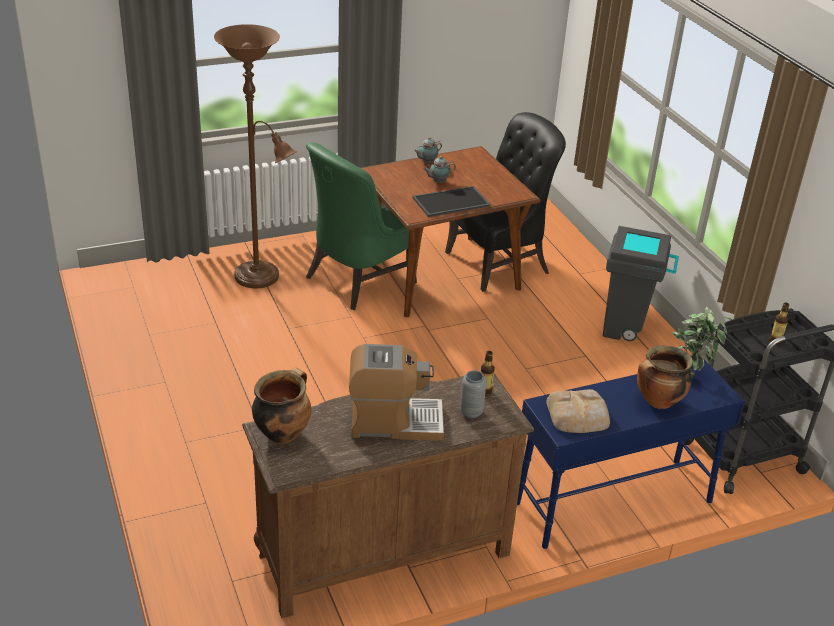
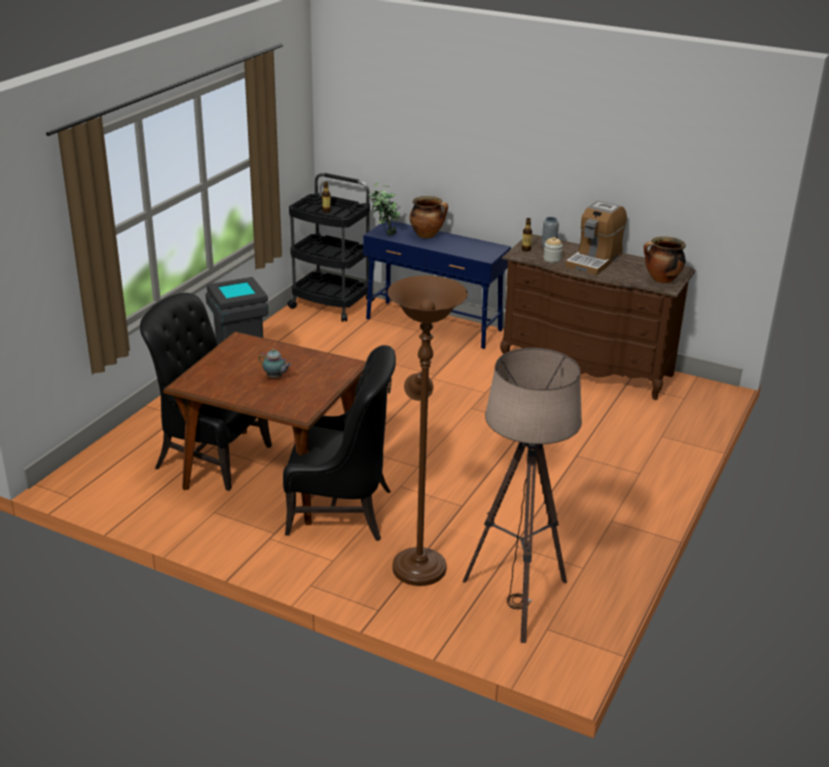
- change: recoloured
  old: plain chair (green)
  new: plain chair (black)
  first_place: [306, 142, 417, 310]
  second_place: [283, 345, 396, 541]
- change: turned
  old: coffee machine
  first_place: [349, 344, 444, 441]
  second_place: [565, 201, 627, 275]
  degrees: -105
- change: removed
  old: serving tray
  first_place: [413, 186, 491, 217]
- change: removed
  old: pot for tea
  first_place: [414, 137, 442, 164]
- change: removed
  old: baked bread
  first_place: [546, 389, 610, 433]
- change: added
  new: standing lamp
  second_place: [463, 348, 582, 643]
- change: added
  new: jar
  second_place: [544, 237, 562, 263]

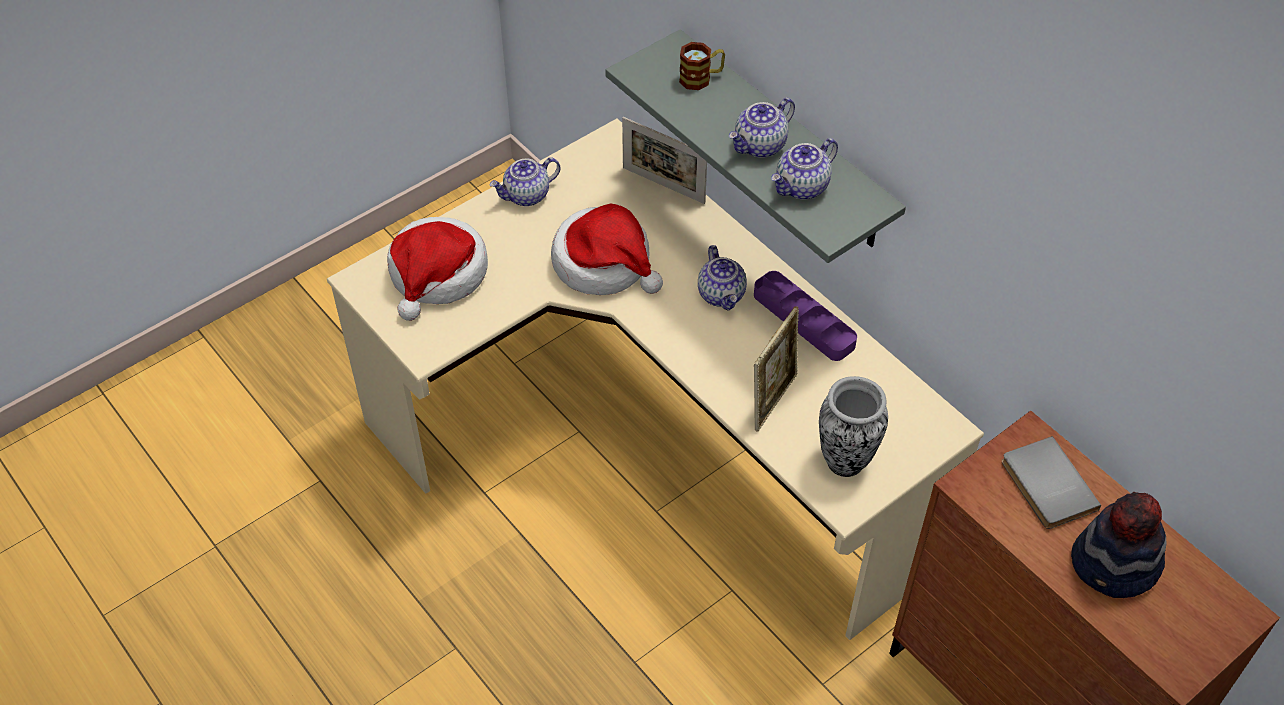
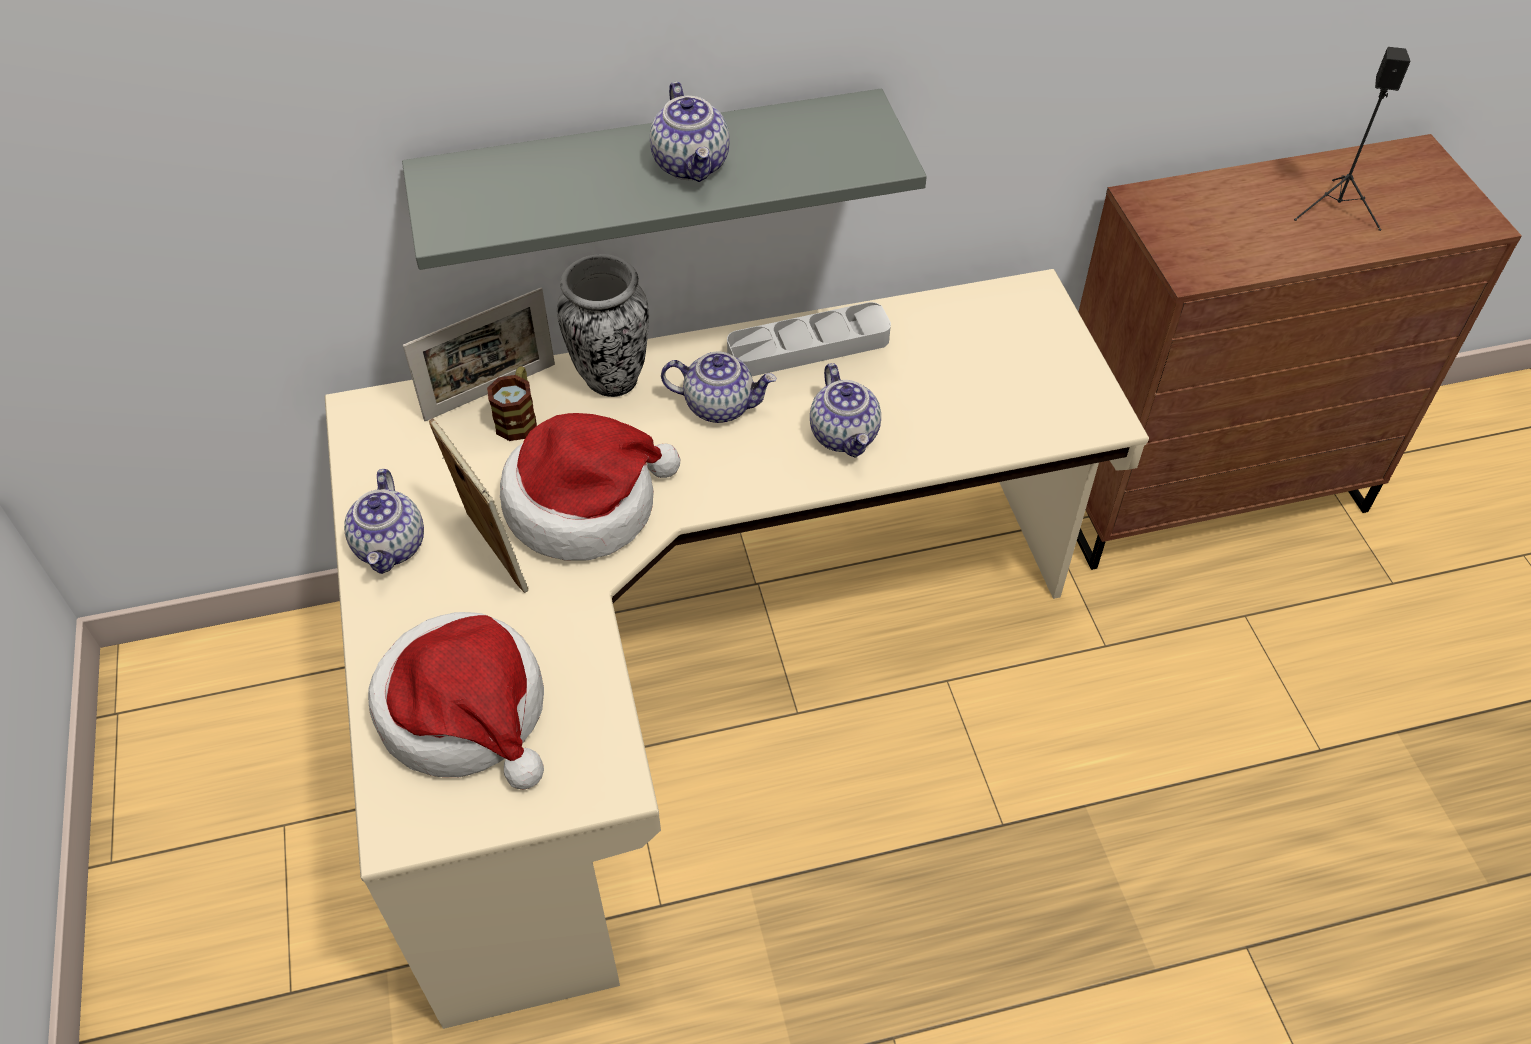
- change: moved
  old: mug
  first_place: [679, 42, 725, 90]
  second_place: [487, 366, 537, 441]
- change: recoloured
  old: serving tray (purple-coloured)
  new: serving tray (grey)
  first_place: [754, 271, 857, 361]
  second_place: [727, 302, 891, 376]
- change: moved
  old: standing frame
  first_place: [754, 306, 799, 432]
  second_place: [429, 418, 529, 593]
- change: moved
  old: pot for tea
  first_place: [771, 138, 838, 199]
  second_place: [810, 363, 881, 458]
- change: moved
  old: decorative vase
  first_place: [819, 376, 888, 477]
  second_place: [557, 254, 649, 397]
- change: removed
  old: volume (grey)
  first_place: [1002, 436, 1101, 529]
- change: replaced
  old: wearable hat
  new: speaker (black)
  first_place: [1071, 492, 1167, 598]
  second_place: [1294, 47, 1411, 231]

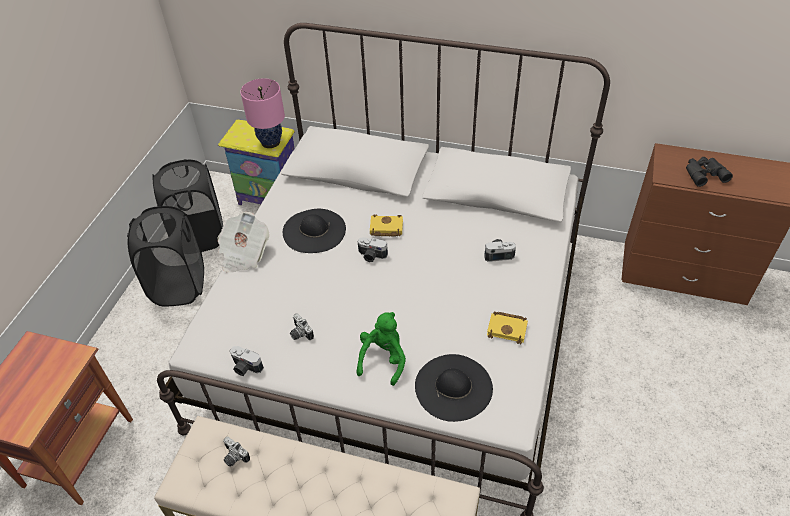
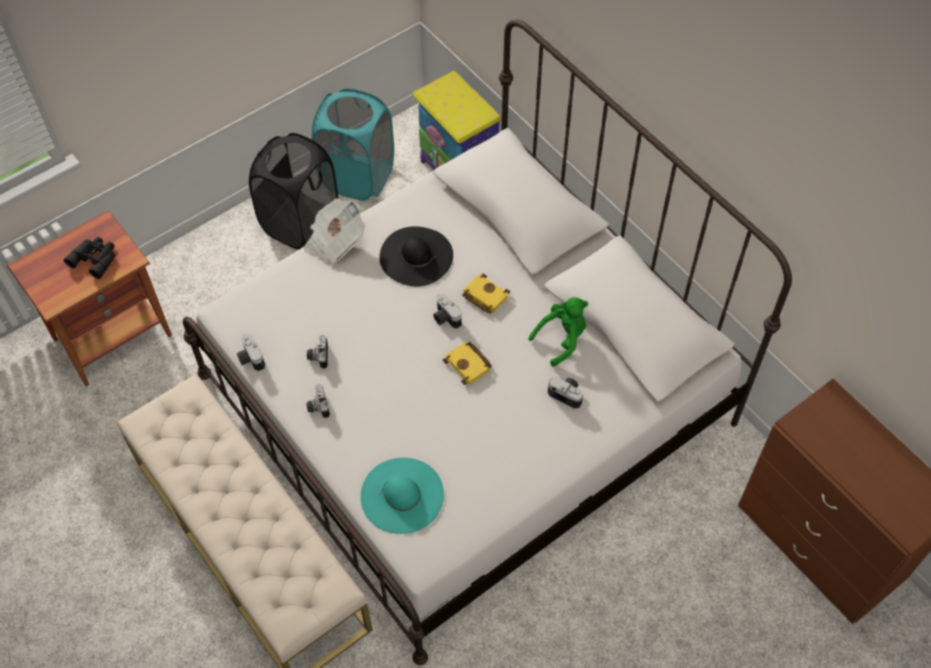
- change: recoloured
  old: laundry basket (black)
  new: laundry basket (blue-green)
  first_place: [152, 159, 223, 252]
  second_place: [312, 88, 394, 201]
- change: moved
  old: still camera
  first_place: [223, 437, 250, 467]
  second_place: [306, 384, 330, 418]
- change: removed
  old: lamp for a table (pinkish)
  first_place: [240, 78, 285, 148]
- change: moved
  old: plush toy (green)
  first_place: [357, 312, 406, 386]
  second_place: [529, 297, 588, 367]
- change: recoloured
  old: wearable hat (black)
  new: wearable hat (blue-green)
  first_place: [415, 354, 493, 422]
  second_place: [361, 458, 444, 534]
- change: moved
  old: volume (yellow)
  first_place: [487, 311, 528, 344]
  second_place: [442, 342, 492, 385]
- change: moved
  old: pair of binoculars (black)
  first_place: [686, 157, 733, 187]
  second_place: [64, 237, 115, 279]

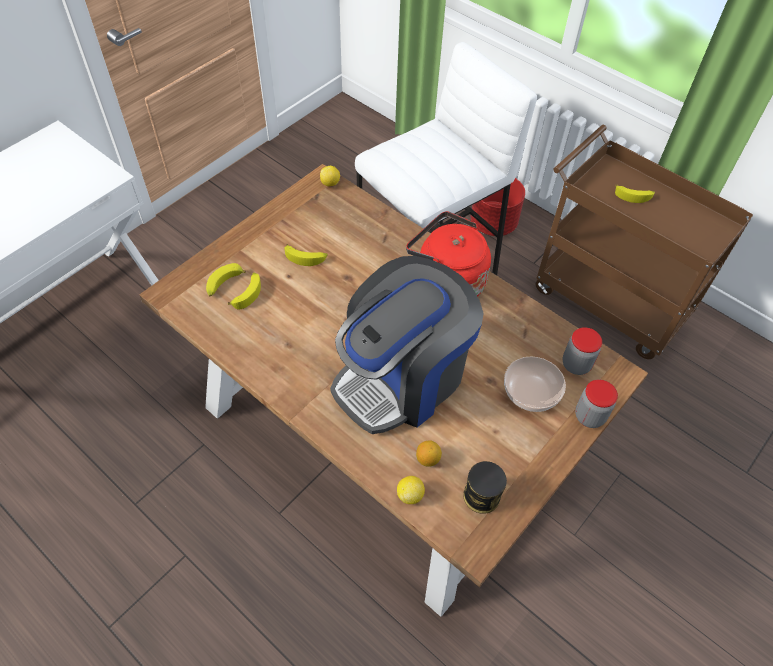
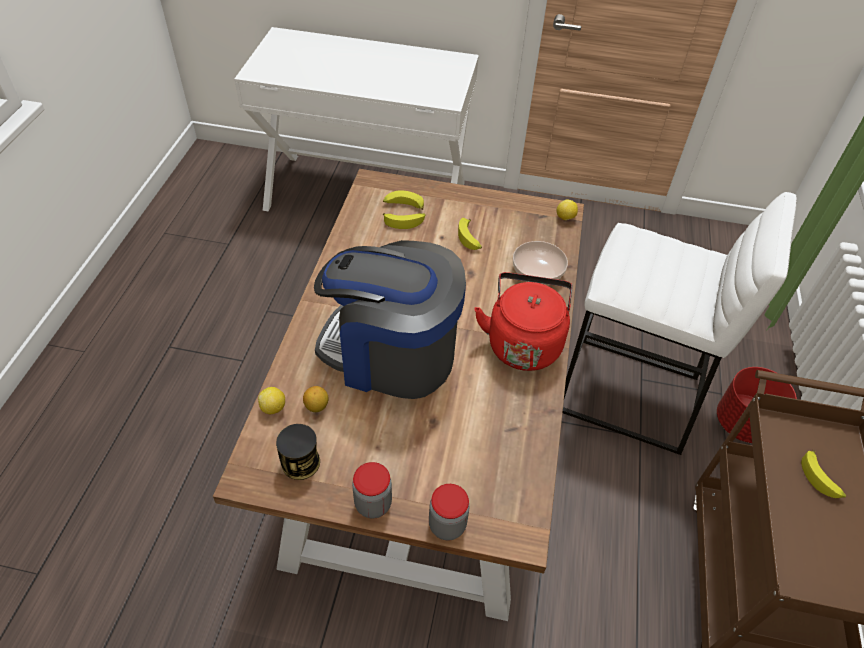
- change: moved
  old: serving bowl
  first_place: [504, 357, 566, 412]
  second_place: [513, 241, 568, 285]
- change: moved
  old: jar
  first_place: [563, 327, 602, 375]
  second_place: [352, 462, 392, 519]

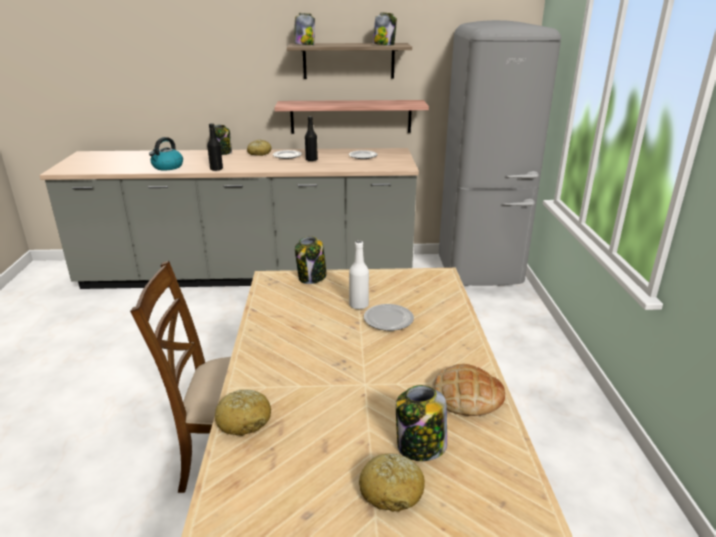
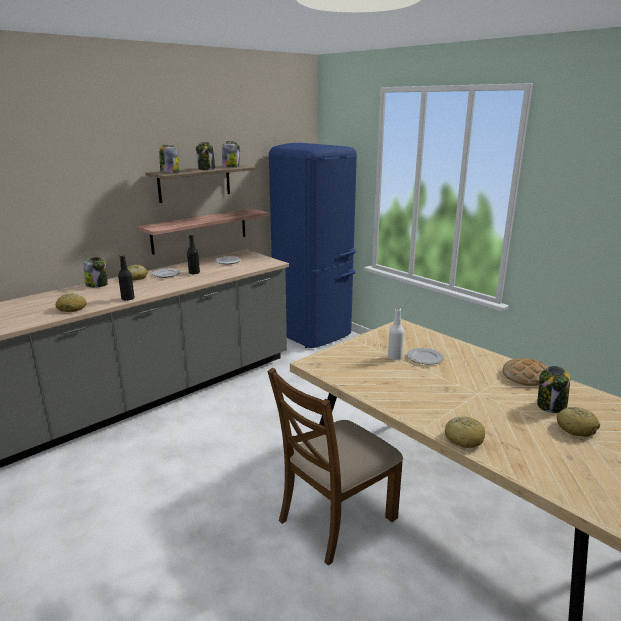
- change: replaced
  old: water kettle
  new: baked bread
  first_place: [149, 137, 183, 170]
  second_place: [56, 293, 87, 312]
- change: moved
  old: jar
  first_place: [295, 236, 327, 284]
  second_place: [196, 142, 215, 170]
- change: recoloured
  old: fridge (grey)
  new: fridge (bluish)
  first_place: [439, 20, 561, 286]
  second_place: [269, 143, 357, 348]

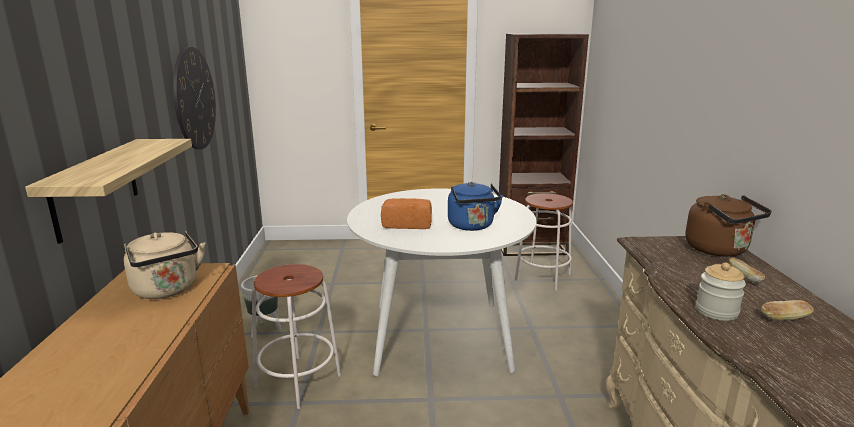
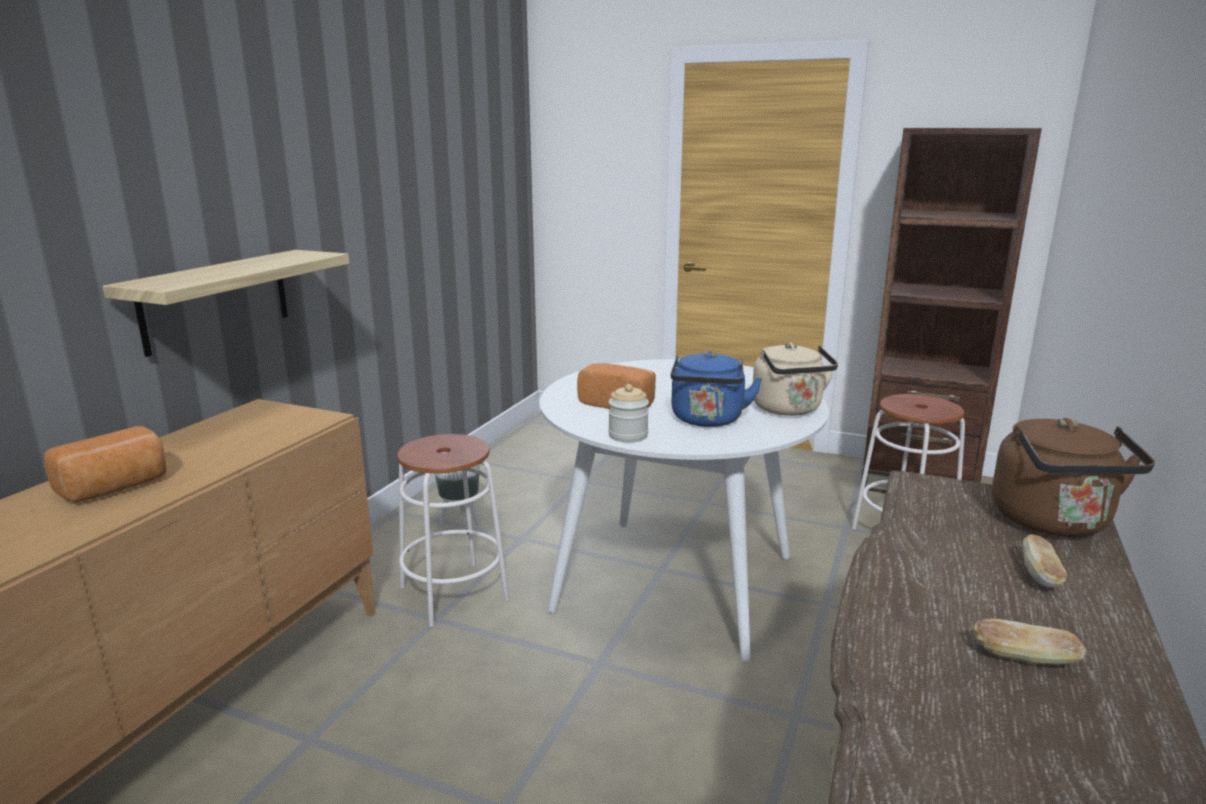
- change: moved
  old: water kettle (beige-coloured)
  first_place: [124, 231, 205, 299]
  second_place: [753, 343, 838, 416]
- change: removed
  old: hanging clock
  first_place: [173, 46, 216, 149]
- change: moved
  old: jar
  first_place: [696, 262, 746, 321]
  second_place: [608, 384, 649, 443]
- change: added
  new: baked bread
  second_place: [44, 426, 167, 503]

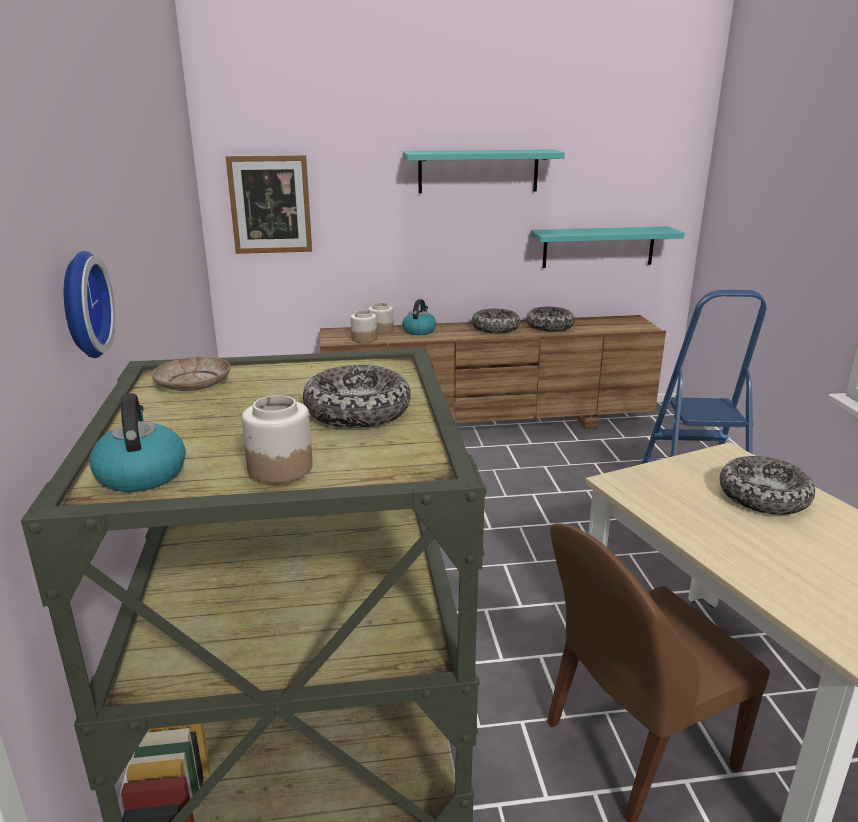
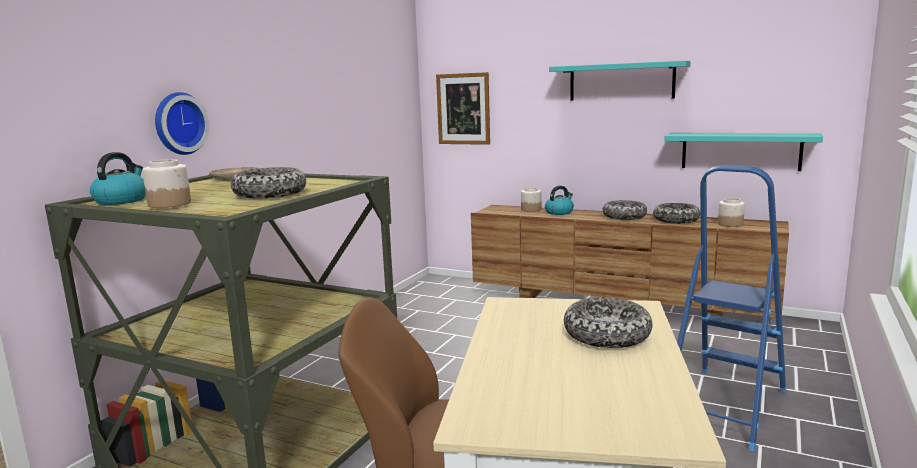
- change: moved
  old: jar
  first_place: [351, 310, 377, 343]
  second_place: [718, 198, 745, 227]

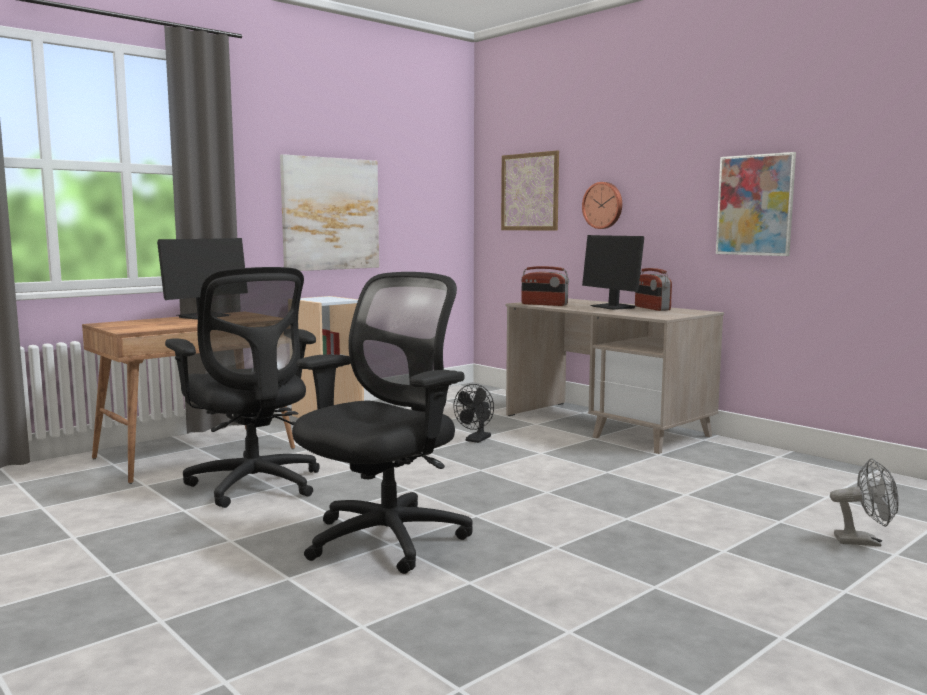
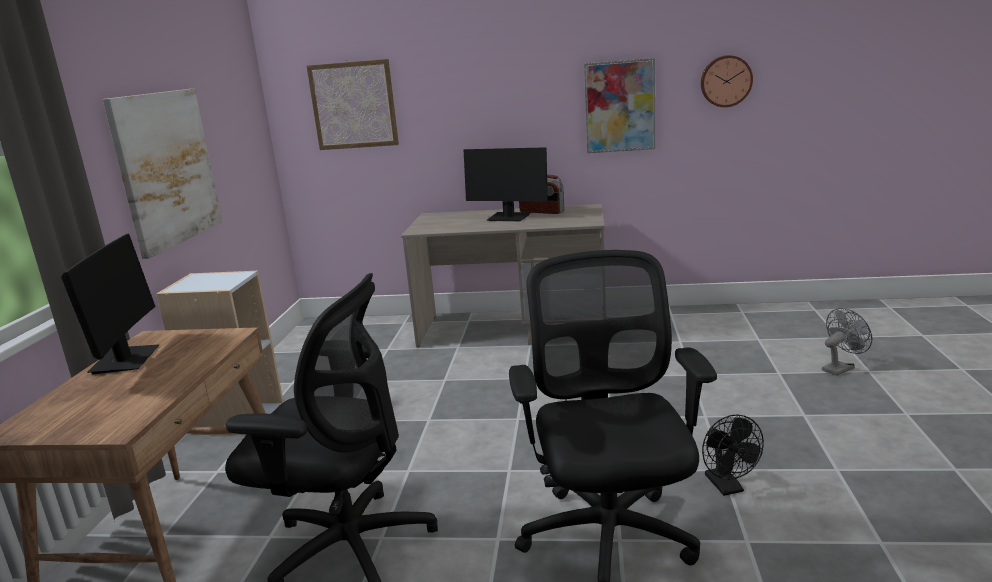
- change: moved
  old: cooling fan (black)
  first_place: [454, 384, 494, 443]
  second_place: [702, 415, 764, 496]
- change: removed
  old: radio
  first_place: [521, 266, 569, 306]
- change: moved
  old: hanging clock
  first_place: [582, 182, 622, 229]
  second_place: [701, 55, 753, 107]

